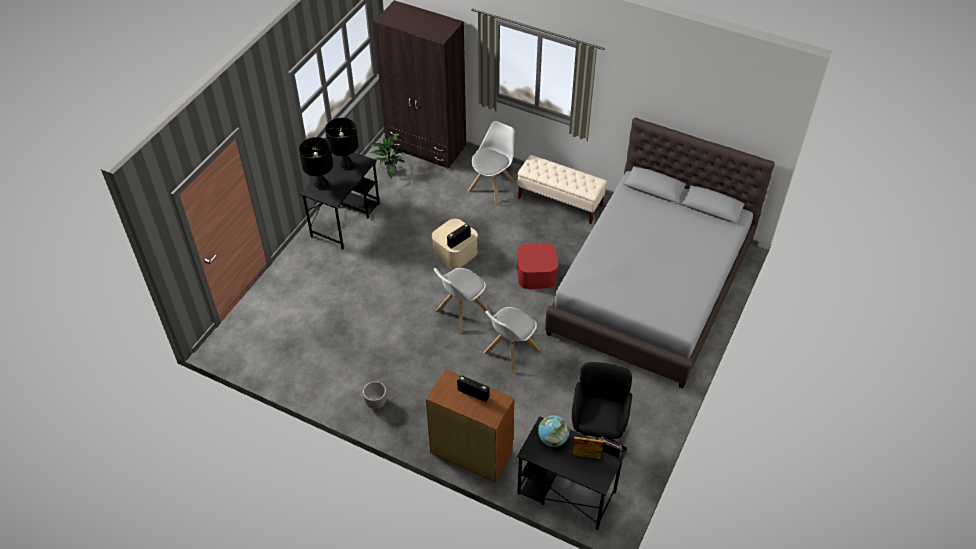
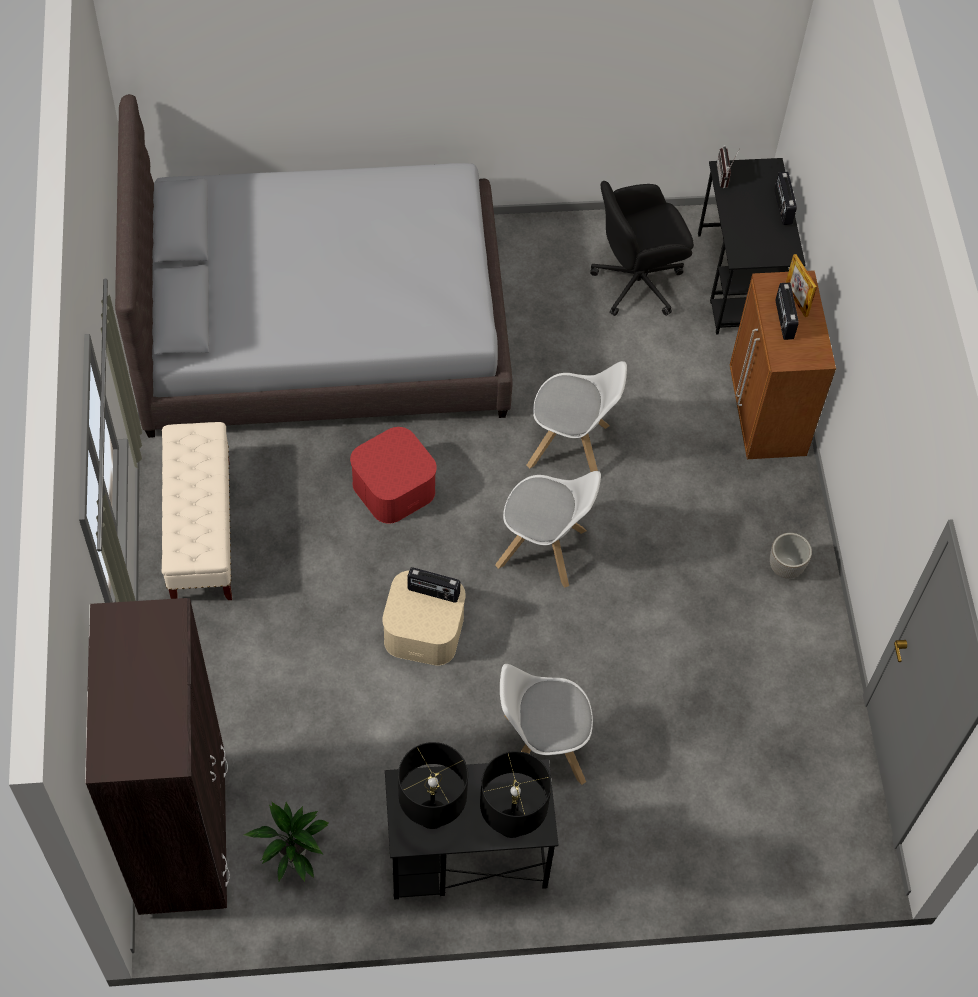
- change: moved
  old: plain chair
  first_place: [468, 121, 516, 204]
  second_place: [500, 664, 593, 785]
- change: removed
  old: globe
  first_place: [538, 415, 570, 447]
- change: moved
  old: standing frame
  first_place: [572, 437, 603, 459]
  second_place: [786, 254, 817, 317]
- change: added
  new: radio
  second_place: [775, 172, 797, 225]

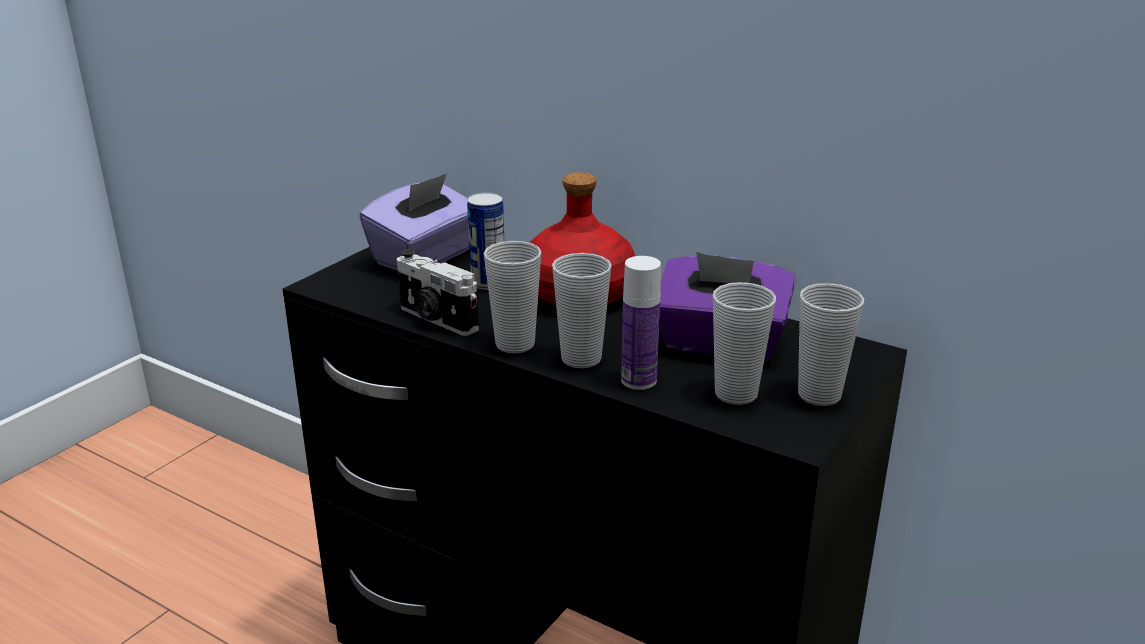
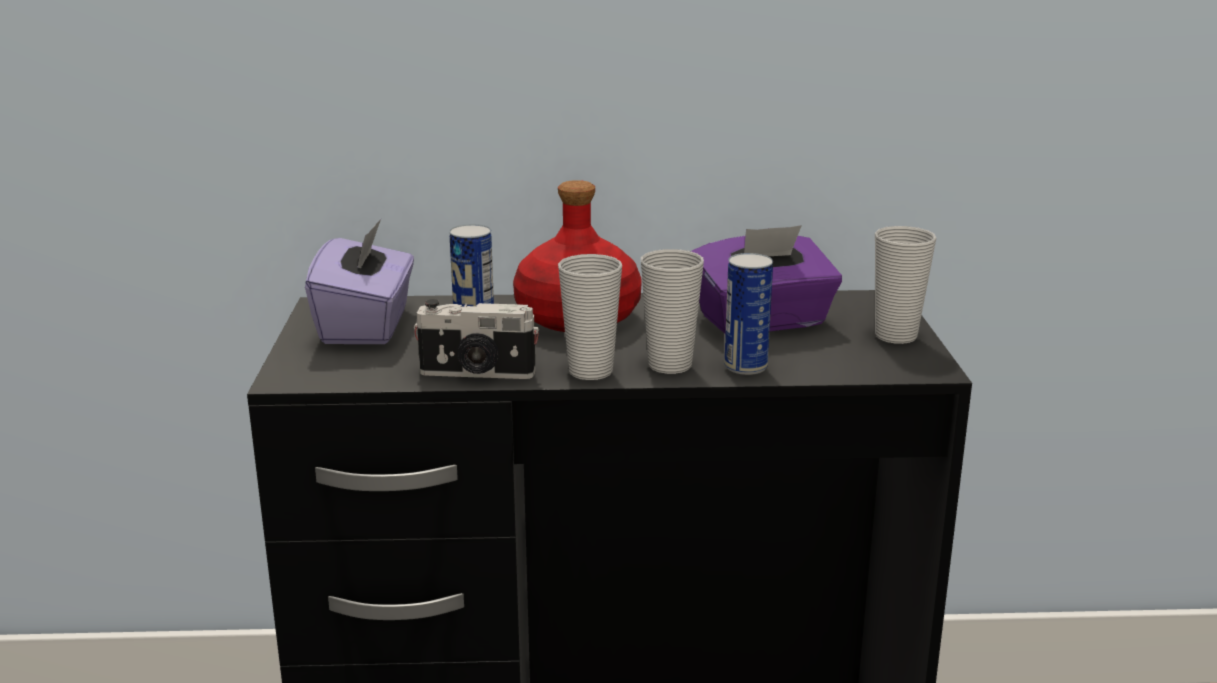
- change: replaced
  old: bottle
  new: can
  first_place: [621, 256, 661, 390]
  second_place: [724, 253, 773, 375]
- change: removed
  old: drinking cup
  first_place: [713, 282, 776, 405]

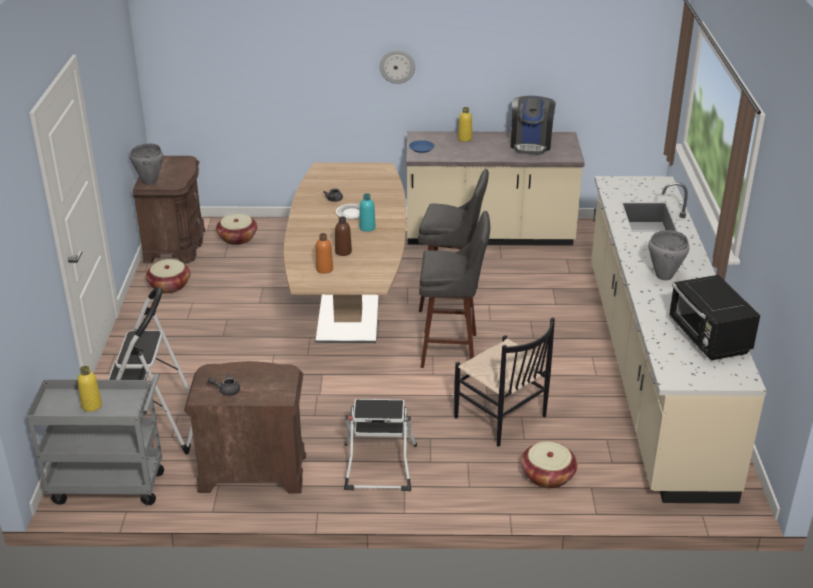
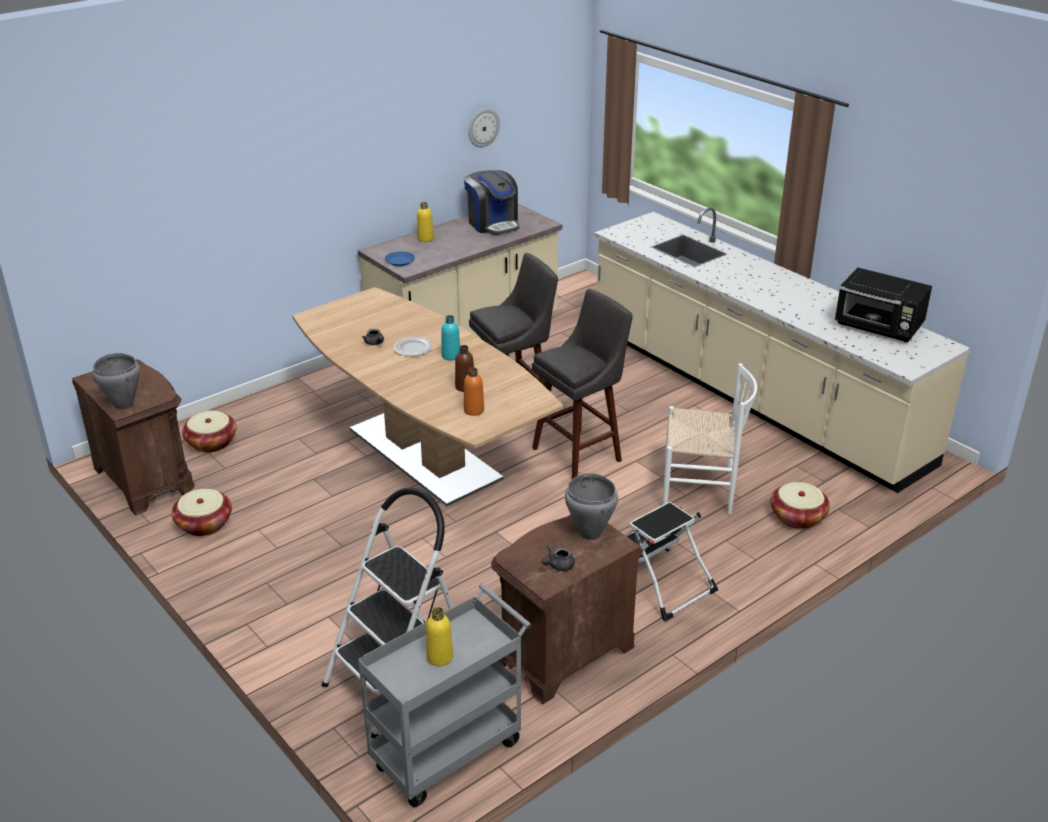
- change: moved
  old: hanging clock
  first_place: [380, 50, 415, 84]
  second_place: [468, 108, 500, 148]
- change: recoloured
  old: plain chair (black)
  new: plain chair (white)
  first_place: [454, 318, 555, 446]
  second_place: [663, 363, 757, 515]
- change: moved
  old: saucepot (grey)
  first_place: [648, 230, 689, 280]
  second_place: [565, 473, 618, 540]

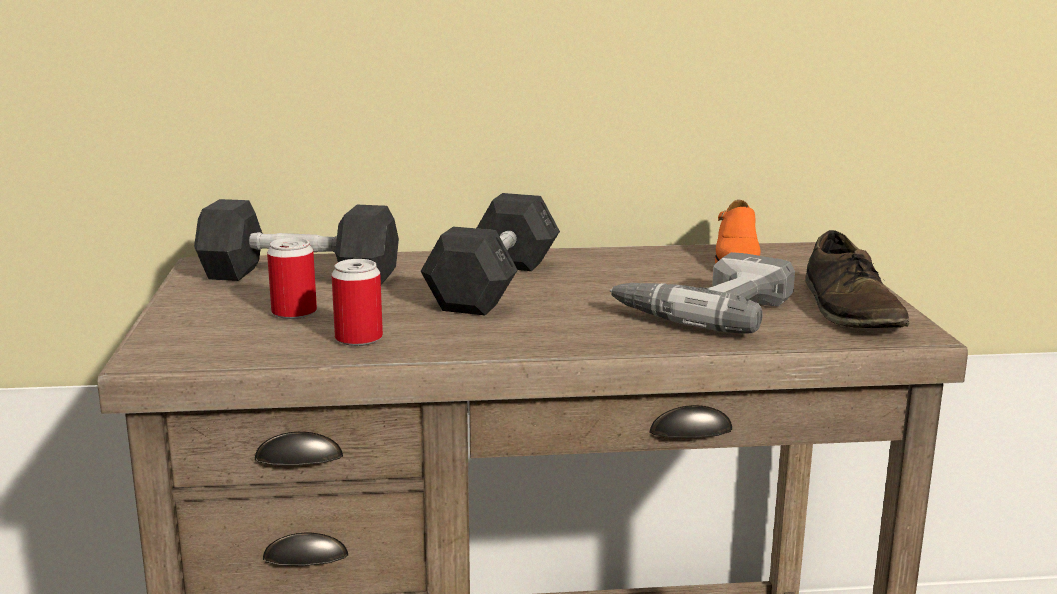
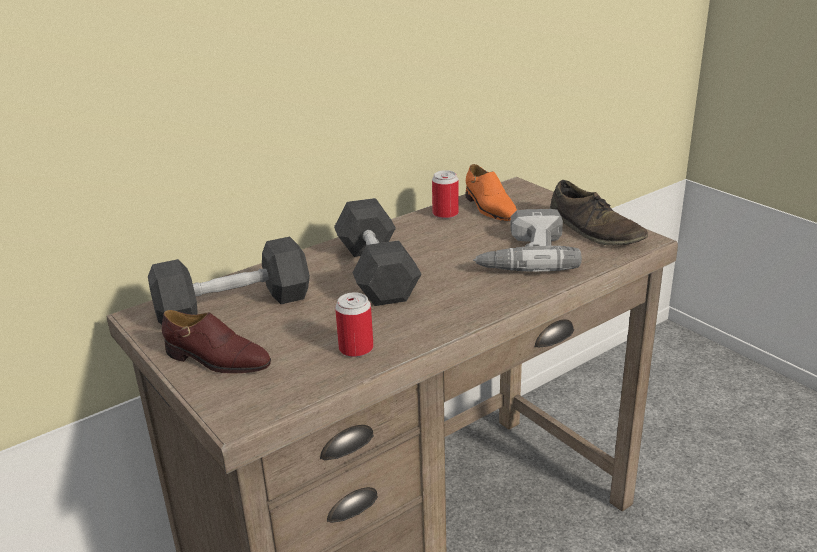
- change: moved
  old: can
  first_place: [267, 238, 317, 319]
  second_place: [432, 170, 459, 219]
- change: added
  new: low shoe (brown-coloured)
  second_place: [162, 310, 271, 373]

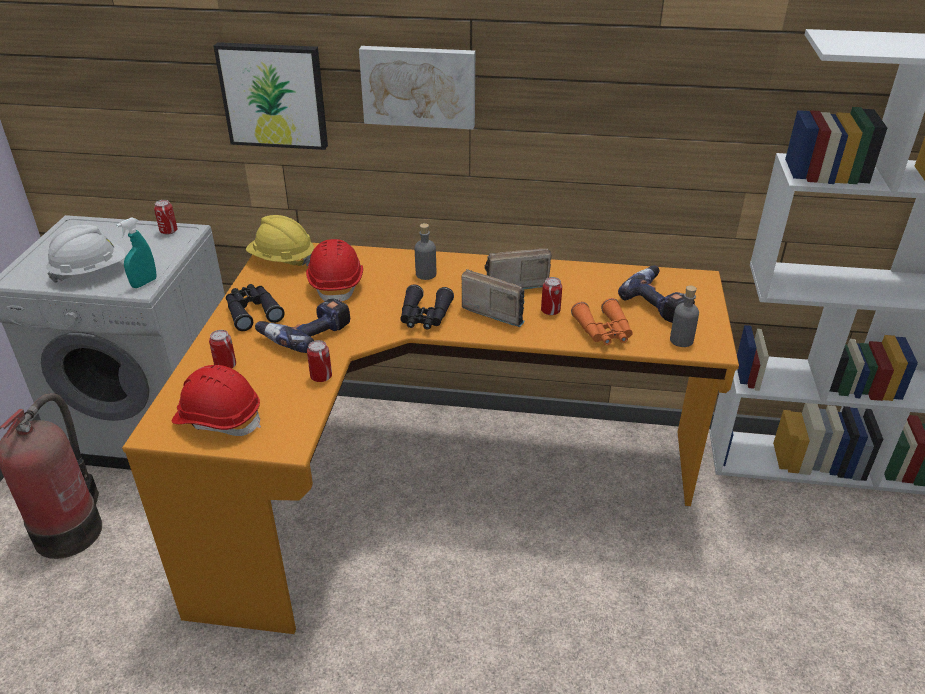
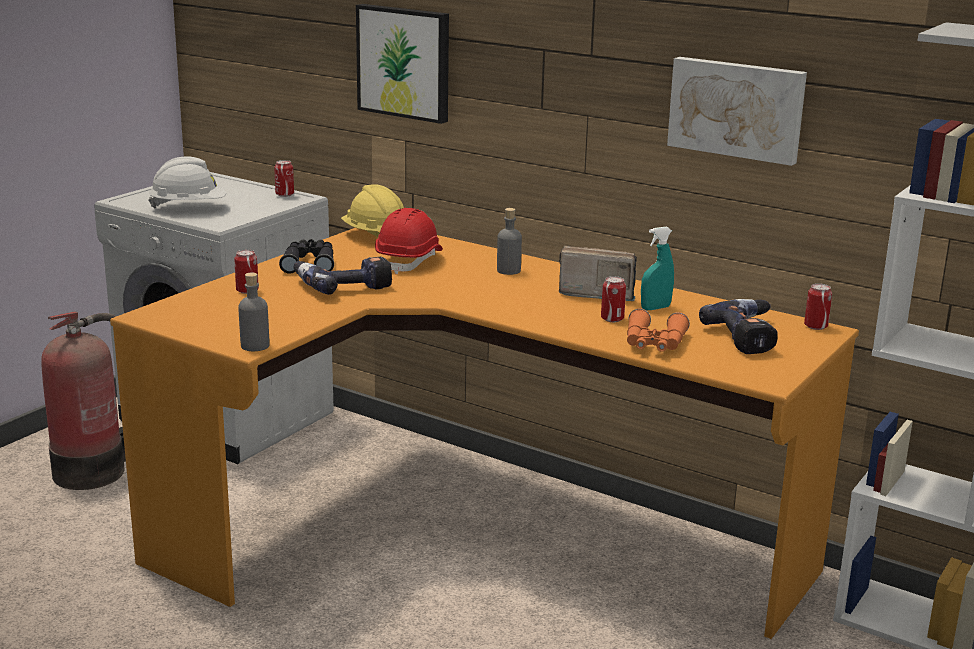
- change: moved
  old: hand sprayer (blue-green)
  first_place: [116, 217, 157, 288]
  second_place: [641, 227, 674, 310]
- change: removed
  old: work helmet (red-coloured)
  first_place: [172, 365, 261, 436]
- change: moved
  old: can
  first_place: [307, 340, 332, 382]
  second_place: [804, 283, 832, 330]
- change: moved
  old: picture
  first_place: [359, 46, 475, 129]
  second_place: [667, 57, 807, 166]
- change: removed
  old: pair of binoculars (black)
  first_place: [400, 285, 454, 329]
- change: removed
  old: radio
  first_place: [462, 269, 525, 327]
- change: moved
  old: bottle (grey)
  first_place: [670, 285, 699, 347]
  second_place: [238, 273, 269, 351]

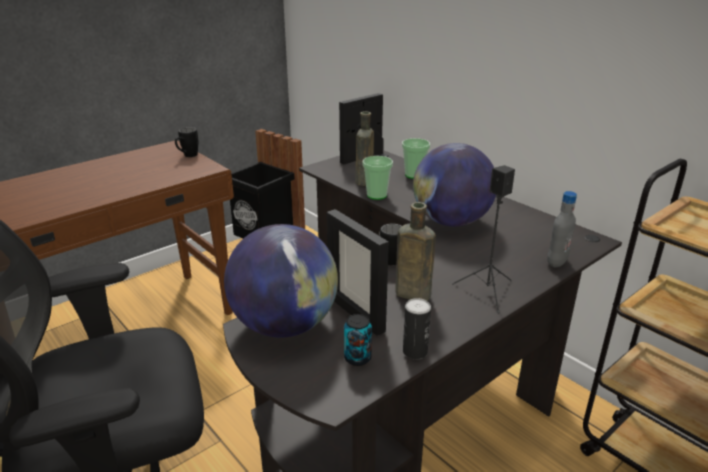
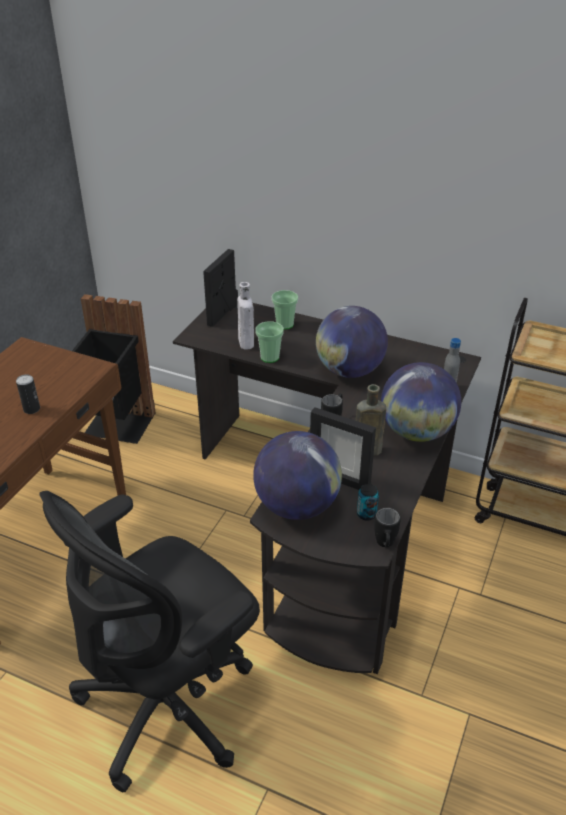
- change: moved
  old: mug (black)
  first_place: [175, 127, 198, 157]
  second_place: [374, 508, 401, 547]
- change: recoloured
  old: bottle (brown-coloured)
  new: bottle (white)
  first_place: [356, 111, 374, 186]
  second_place: [237, 282, 254, 350]
- change: moved
  old: can
  first_place: [403, 298, 431, 359]
  second_place: [16, 374, 40, 414]
- change: replaced
  old: speaker (black)
  new: globe
  first_place: [452, 165, 515, 313]
  second_place: [381, 362, 461, 442]

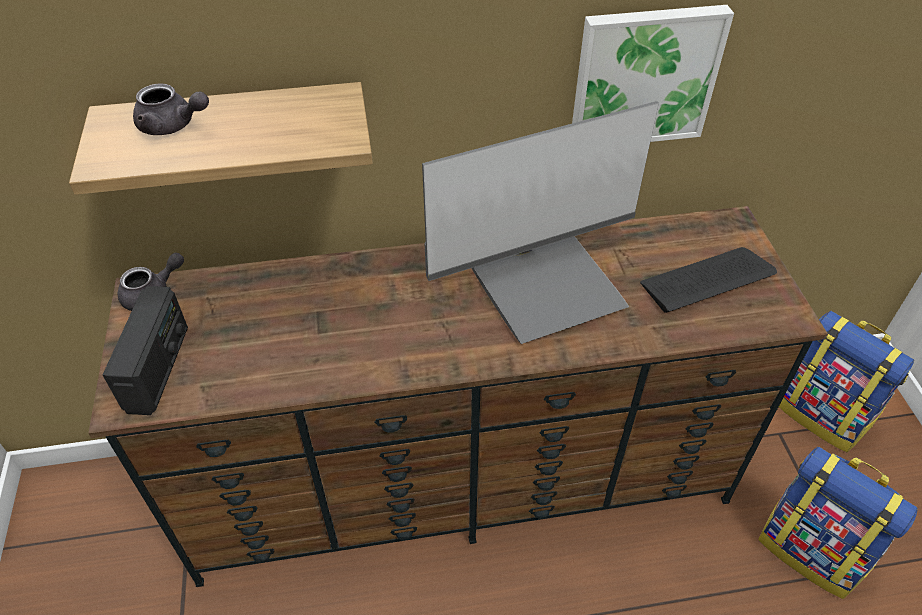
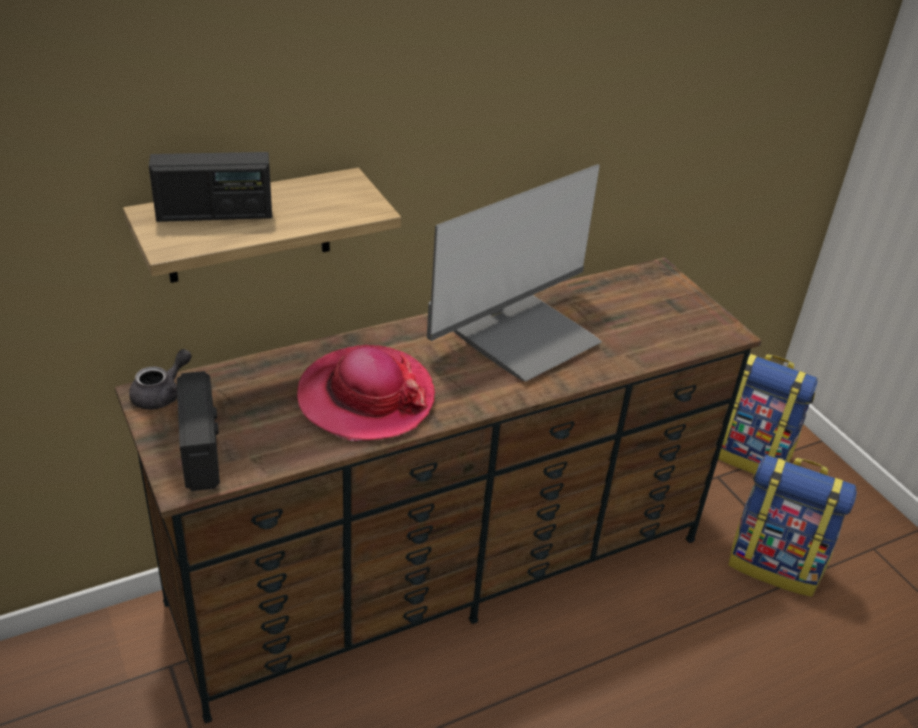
- change: replaced
  old: pot for tea (grey)
  new: radio
  first_place: [133, 83, 209, 135]
  second_place: [149, 152, 272, 222]
- change: removed
  old: picture
  first_place: [572, 5, 734, 142]
- change: removed
  old: PC keyboard
  first_place: [640, 247, 777, 313]
- change: added
  new: wearable hat
  second_place: [297, 345, 435, 441]

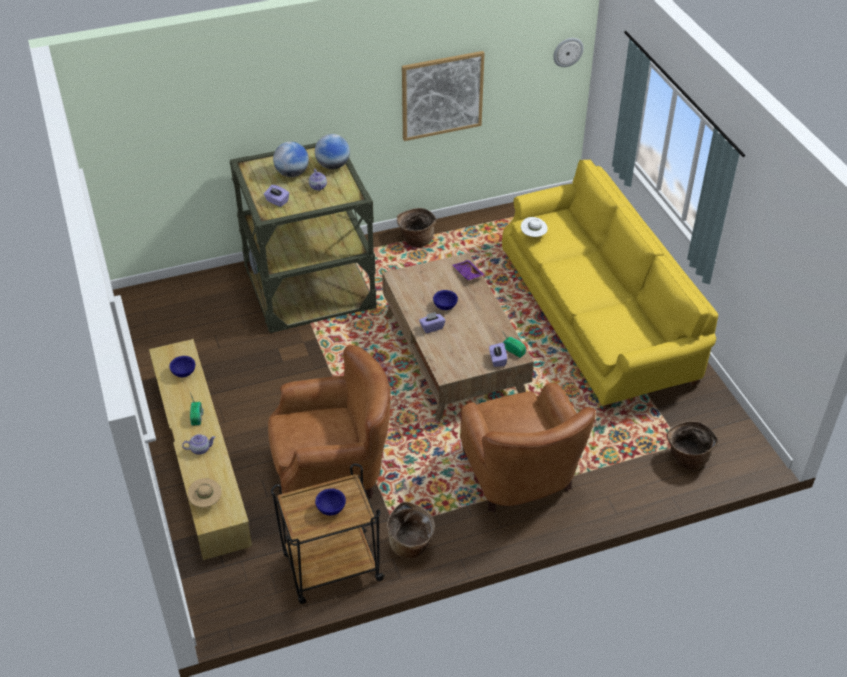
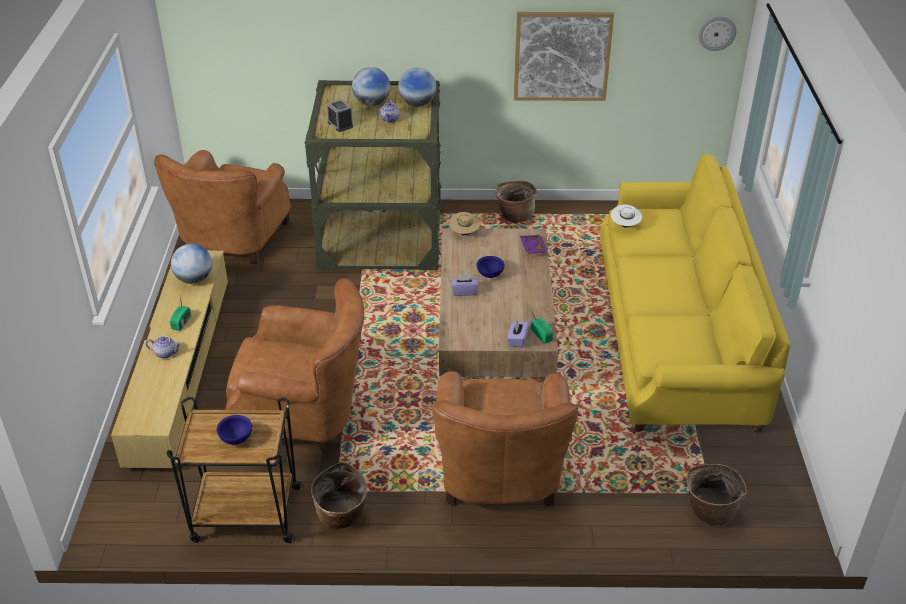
- change: replaced
  old: serving bowl (bluish)
  new: globe
  first_place: [169, 356, 195, 377]
  second_place: [171, 244, 212, 284]
- change: moved
  old: wearable hat (beige-coloured)
  first_place: [188, 478, 222, 507]
  second_place: [449, 212, 480, 235]
- change: replaced
  old: box of tissues (purple-coloured)
  new: alarm clock
  first_place: [264, 185, 289, 207]
  second_place: [327, 100, 353, 132]
- change: added
  new: lounge chair (brown-coloured)
  second_place: [154, 150, 291, 264]

